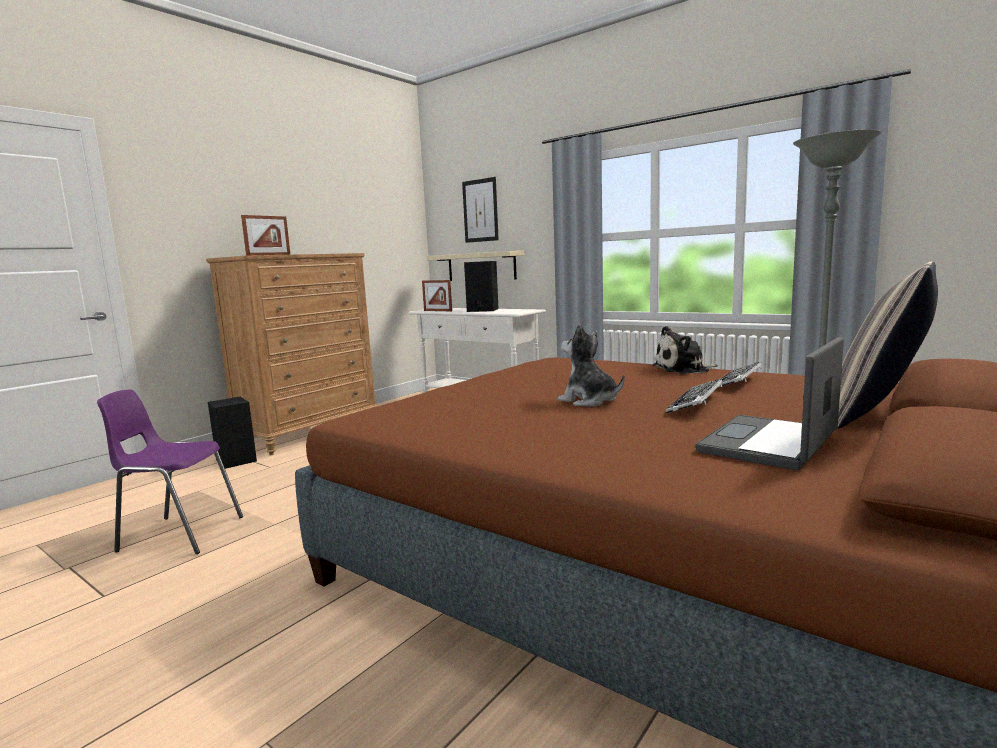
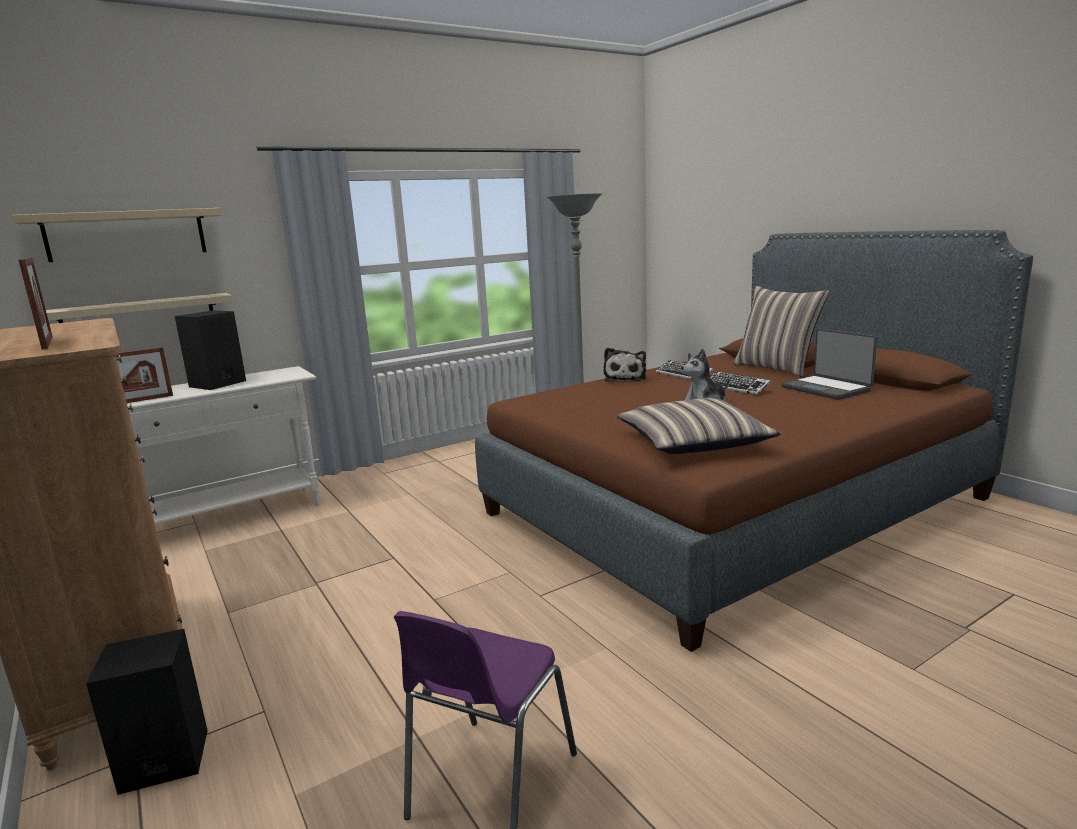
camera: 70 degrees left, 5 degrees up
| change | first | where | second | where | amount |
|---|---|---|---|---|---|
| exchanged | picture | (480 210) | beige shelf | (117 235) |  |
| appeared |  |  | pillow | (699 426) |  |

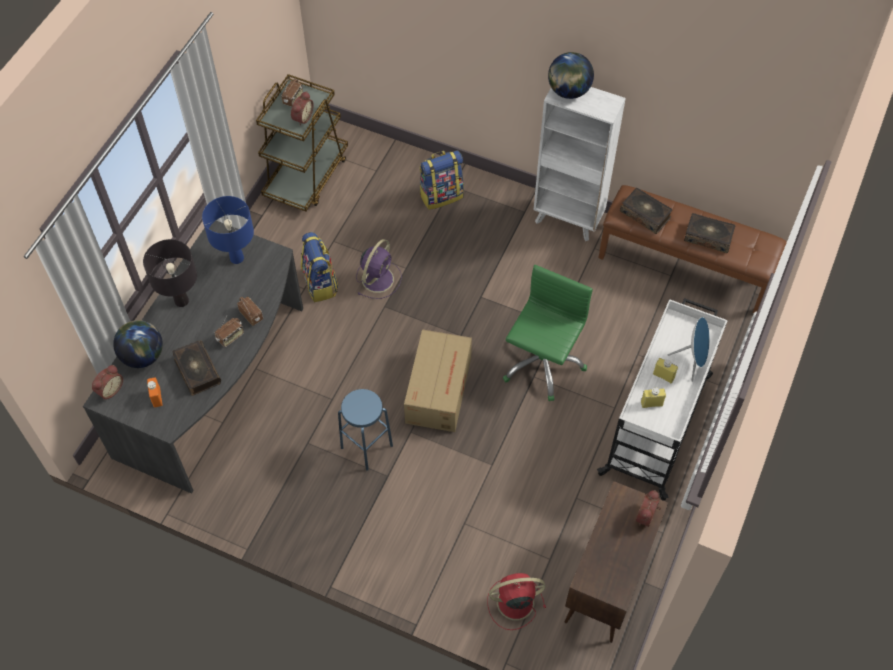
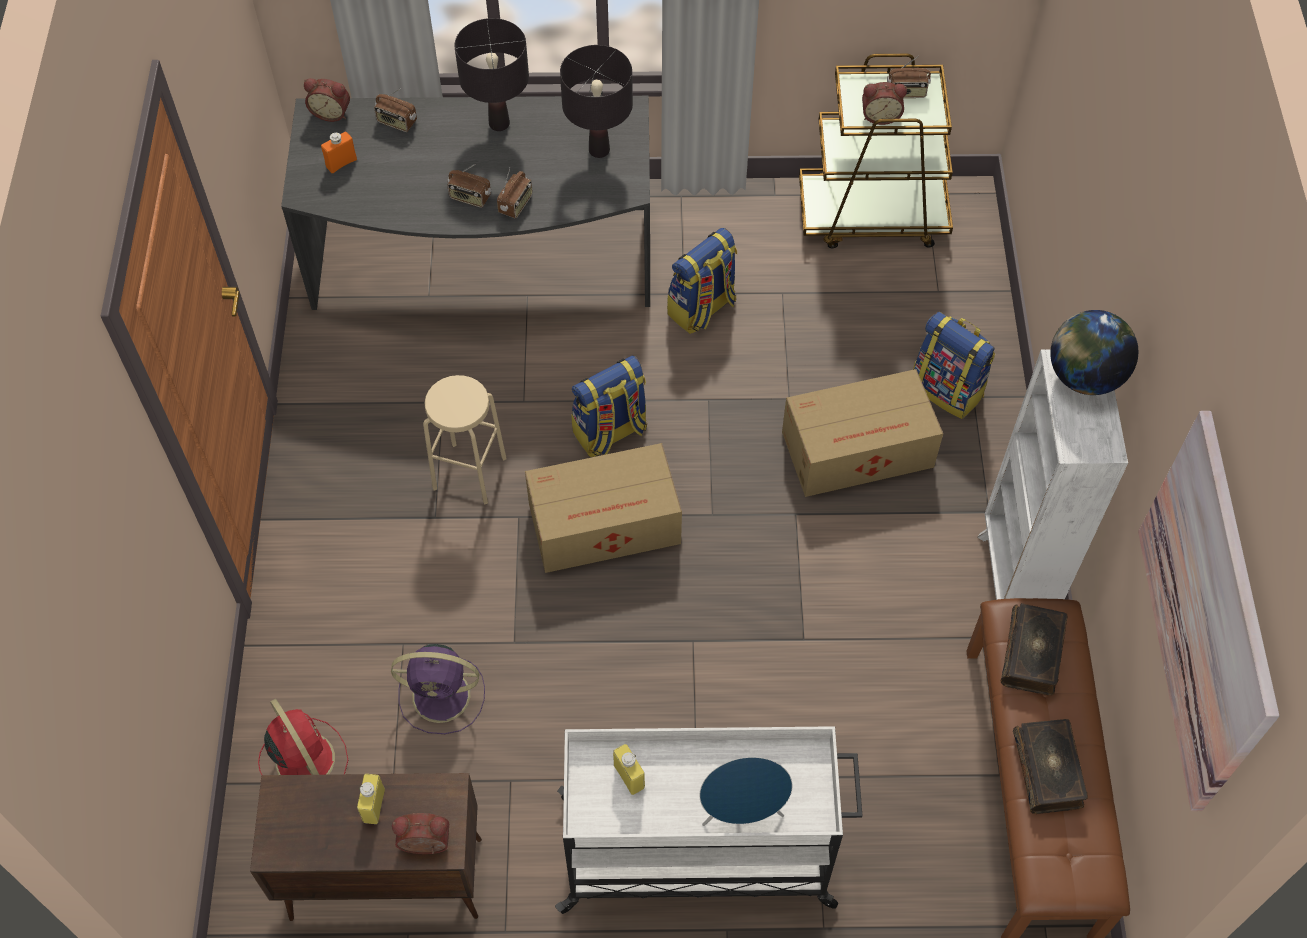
camera: 65 degrees right, 0 degrees up
| change | first | where | second | where | amount |
|---|---|---|---|---|---|
| exchanged | globe | (138 344) | radio | (395 110) |  |
| missing | book | (196 368) |  |  |  |
| colour | blue table lamp | (228 230) | black table lamp | (596 101) |  |
| colour | blue stool | (365 430) | beige stool | (465 439) |  |
| relocated | purple fan | (379 269) |  | (438 689) |  |
| missing | green office chair | (548 333) |  |  |  |
| relocated | yellow bottle | (665 370) |  | (371 799) |  |
| appeared |  |  | backpack | (609 406) |  |
| appeared |  |  | cardboard box | (862 433) |  |
| appeared |  |  | picture | (1208 611) |  |

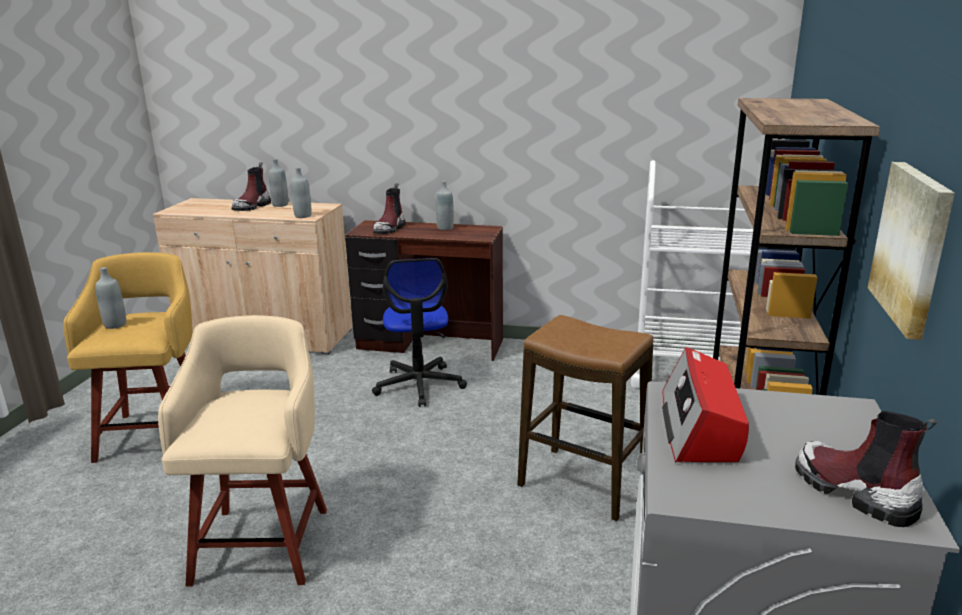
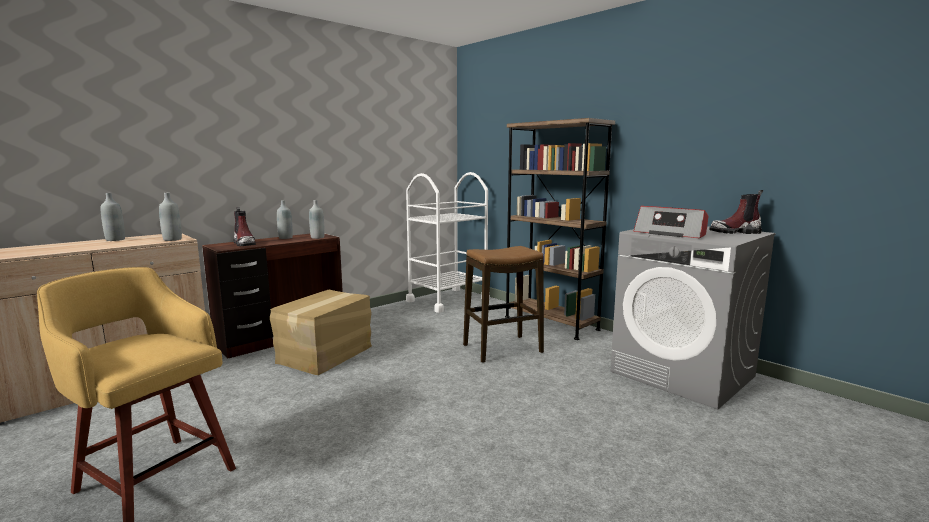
camera: 55 degrees left, 10 degrees down
| change | first | where | second | where | amount |
|---|---|---|---|---|---|
| relocated | grey bottle | (110 298) |  | (317 219) |  |
| missing | beige stool | (242 451) |  |  |  |
| missing | boot | (251 186) |  |  |  |
| exchanged | office chair | (419 332) | cardboard box | (321 332) |  |
| missing | picture | (911 251) |  |  |  |

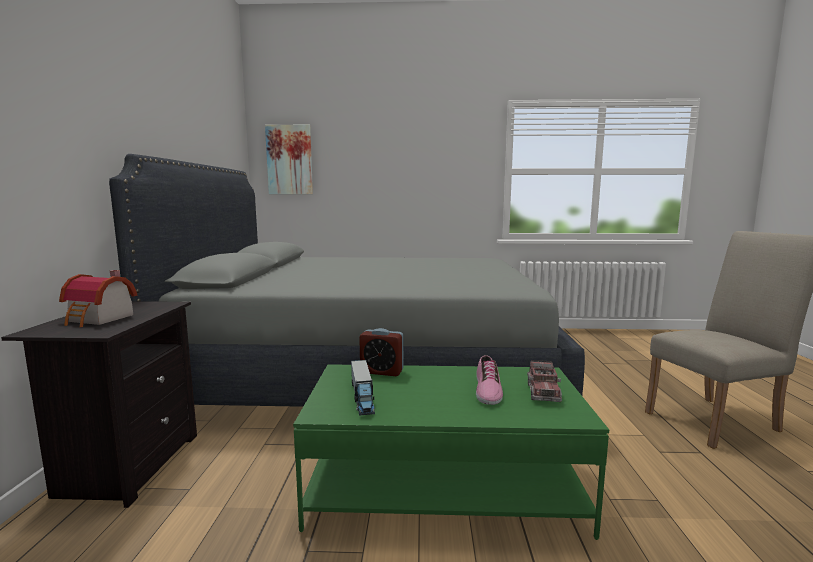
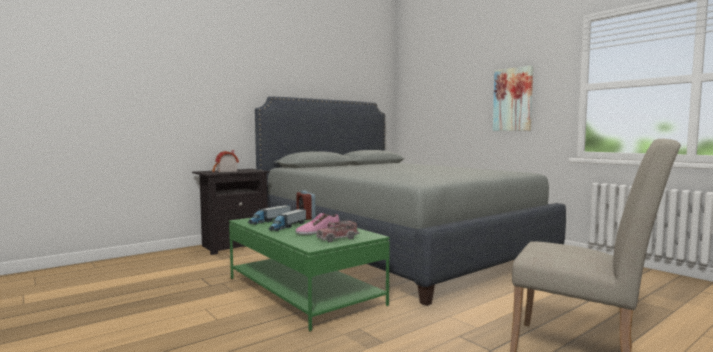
camera: 50 degrees right, 5 degrees down
| change | first | where | second | where | amount |
|---|---|---|---|---|---|
| relocated | picture | (289 159) |  | (513 98) |  |
| appeared |  |  | toy truck | (287 220) |  |

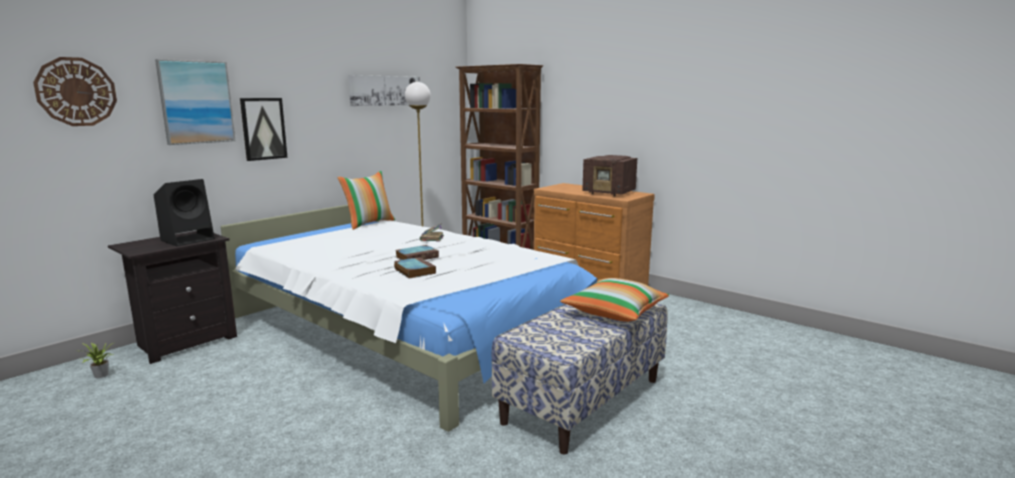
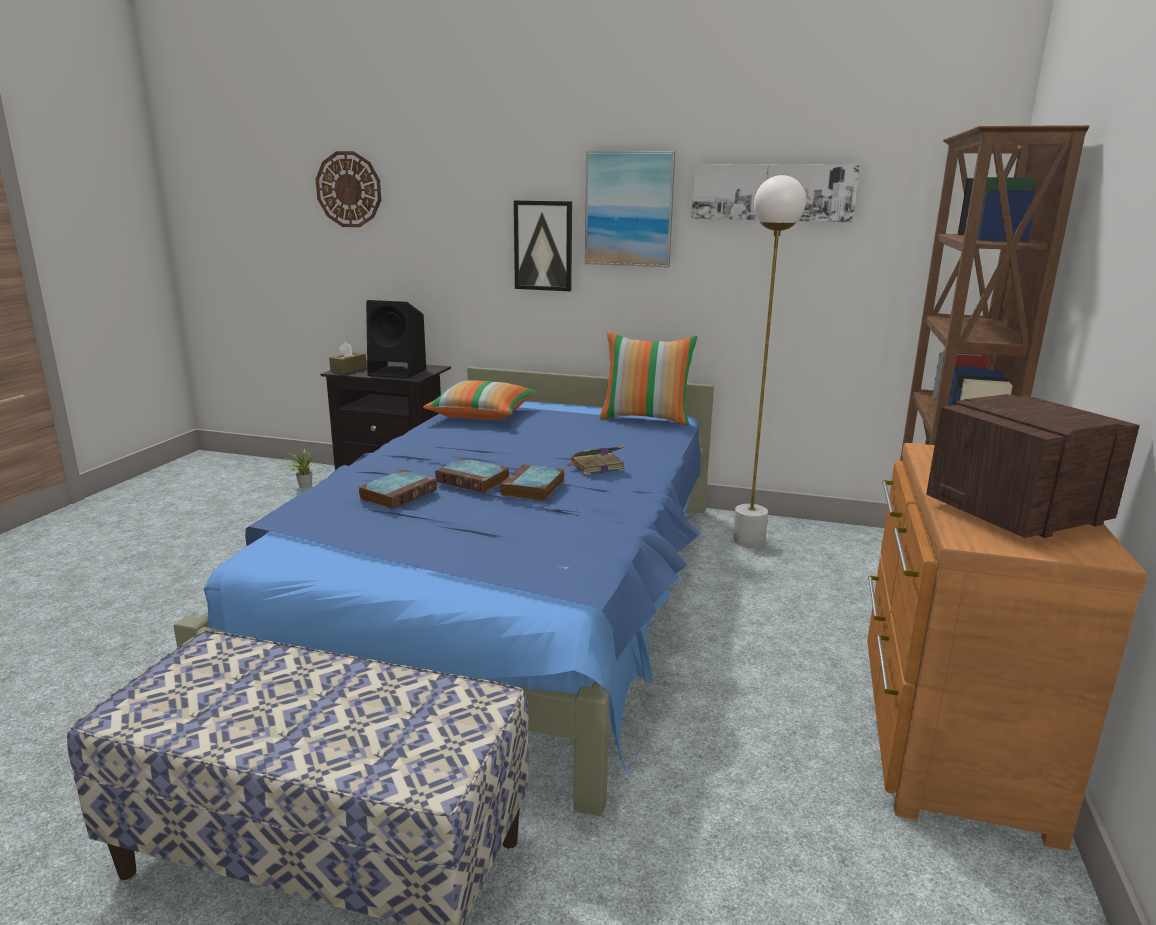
camera: 65 degrees right, 5 degrees up
| change | first | where | second | where | amount |
|---|---|---|---|---|---|
| relocated | picture | (195 102) |  | (630 209) |  |
| colour | white bed | (409 318) | blue bed | (443 591) |  |
| relocated | pillow | (614 300) |  | (479 400) |  |
| spun | radio | (609 176) |  | (1033 466) | 60 degrees clockwise |
| appeared |  |  | brown tissue box | (348 358) |  |
| appeared |  |  | book | (532 482) |  |

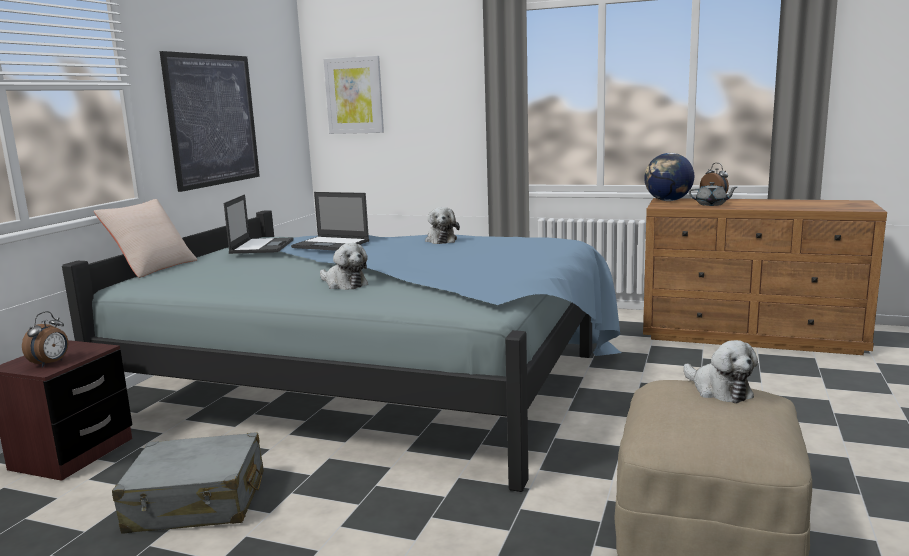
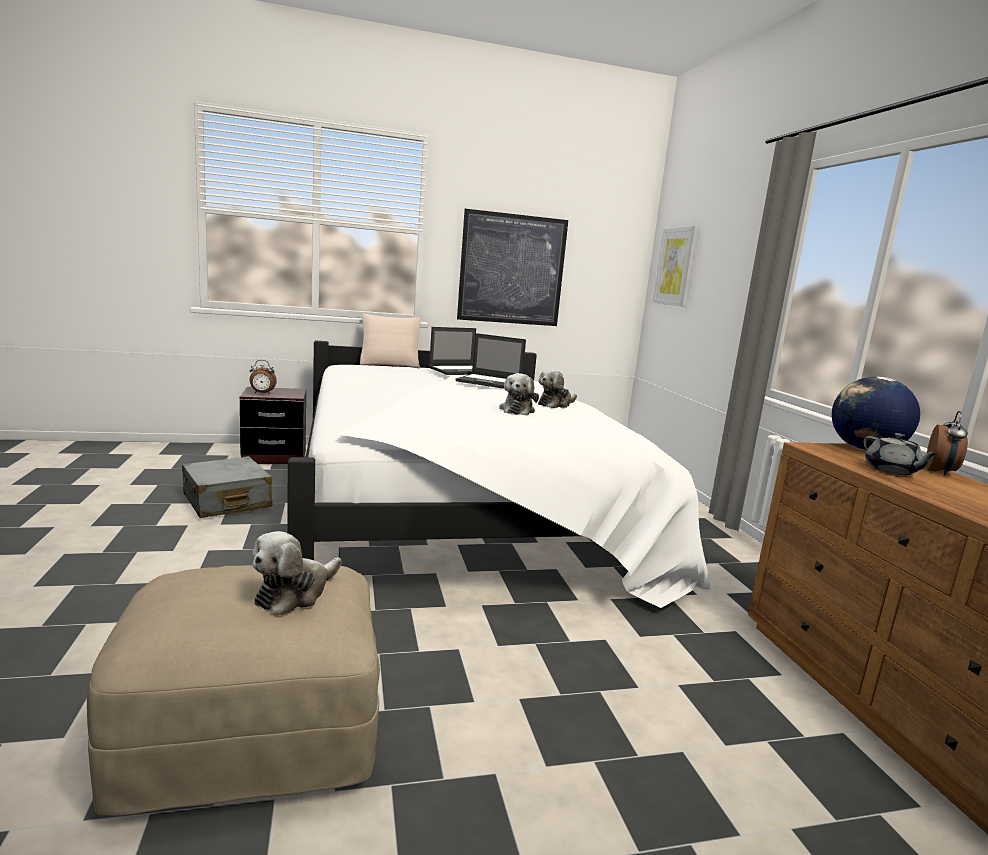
camera: 55 degrees right, 0 degrees up
| change | first | where | second | where | amount |
|---|---|---|---|---|---|
| colour | blue bed | (341 351) | white bed | (498 474) |  |
| spun | laptop | (330 221) |  | (491 361) | 60 degrees counterclockwise |
| relocated | plush toy | (344 266) |  | (519 394) |  |

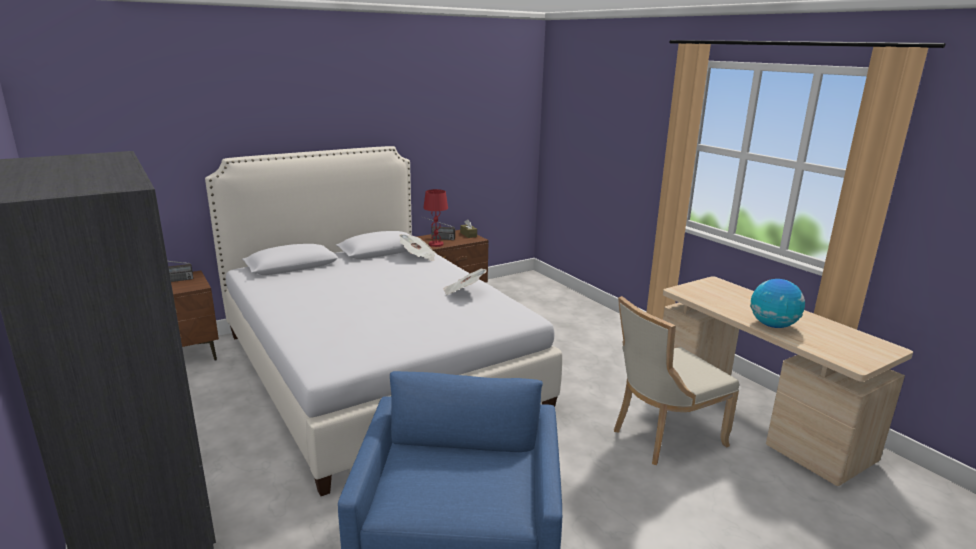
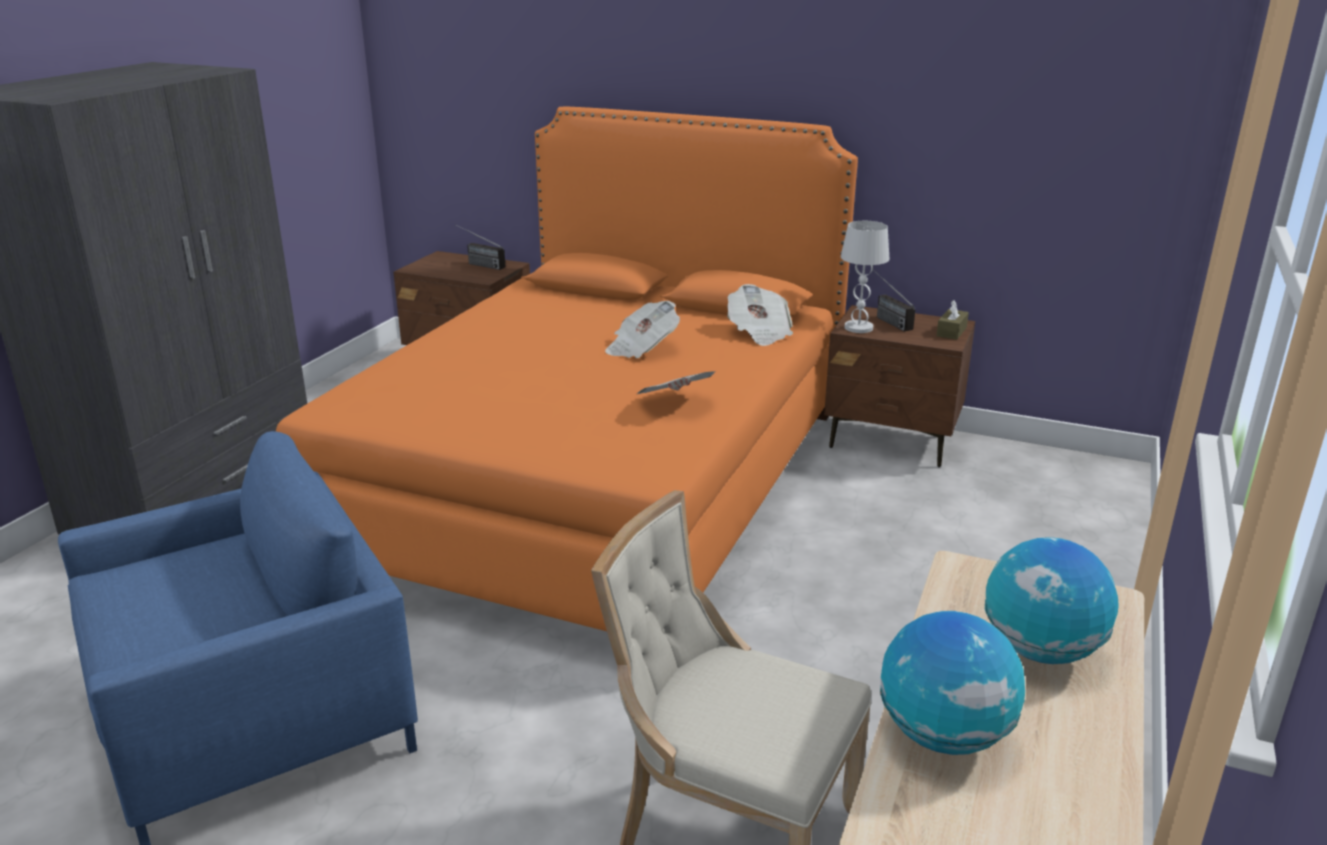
camera: 55 degrees right, 5 degrees up
| change | first | where | second | where | amount |
|---|---|---|---|---|---|
| colour | white bed | (383 321) | orange bed | (567 368) |  |
| colour | red table lamp | (435 218) | white table lamp | (864 277) |  |
| appeared |  |  | newspaper | (642 329) |  |
| appeared |  |  | globe | (1052 600) |  |

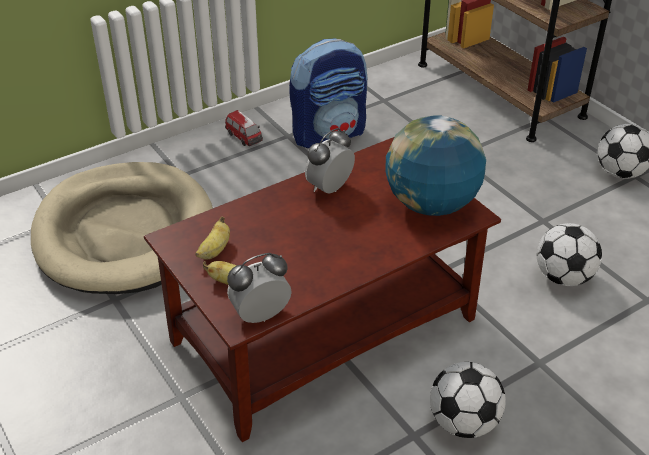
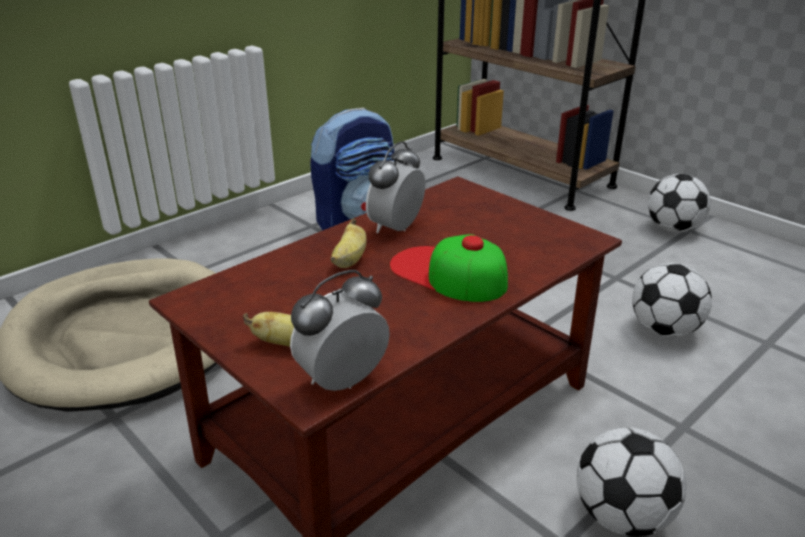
camera: 10 degrees left, 10 degrees down
| change | first | where | second | where | amount |
|---|---|---|---|---|---|
| relocated | banana | (212 237) |  | (348 243) |  |
| missing | toy car | (244 128) |  |  |  |
| missing | globe | (435 165) |  |  |  |
| appeared |  |  | cap | (449 268) |  |

